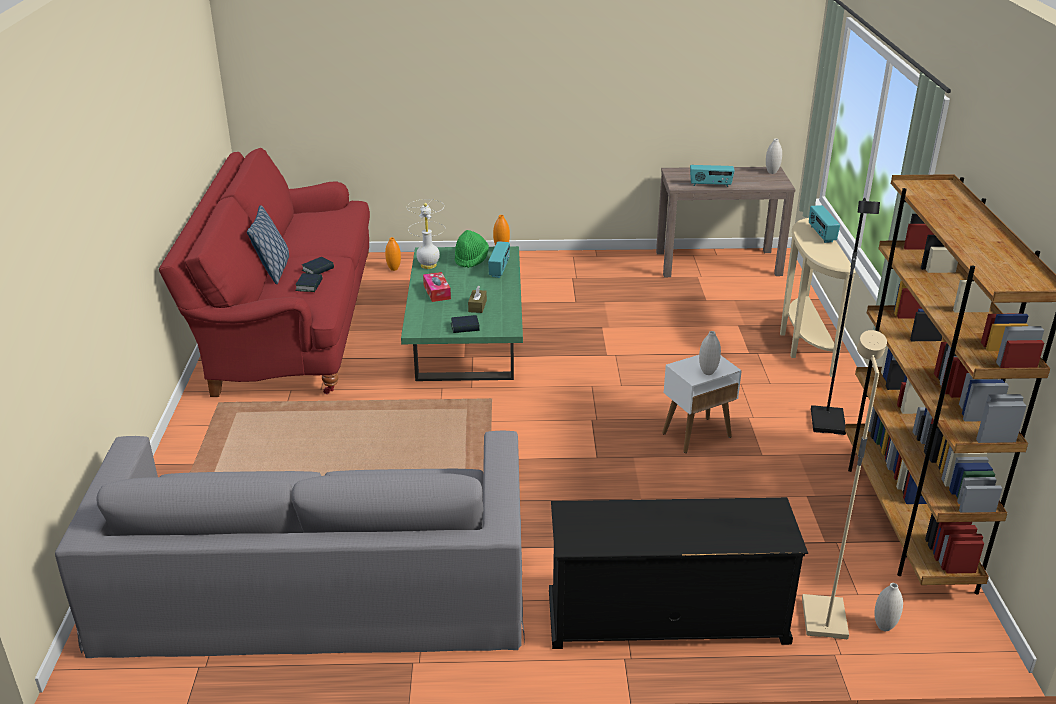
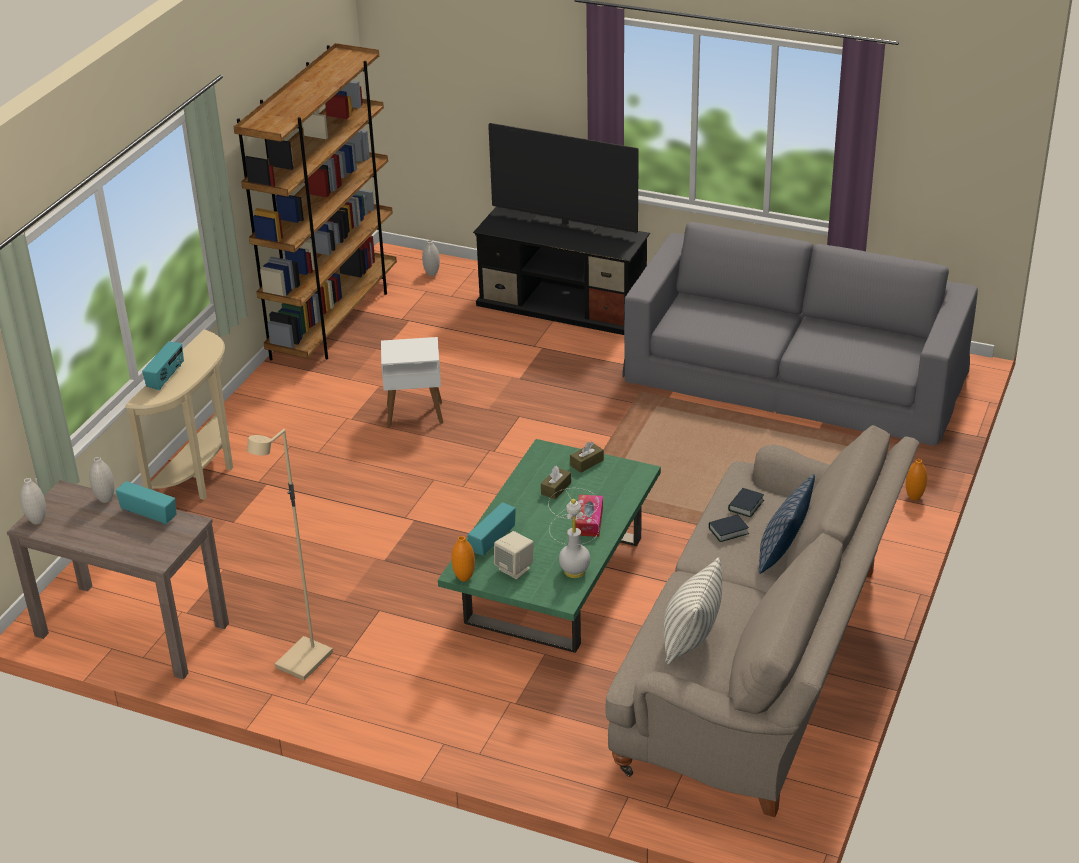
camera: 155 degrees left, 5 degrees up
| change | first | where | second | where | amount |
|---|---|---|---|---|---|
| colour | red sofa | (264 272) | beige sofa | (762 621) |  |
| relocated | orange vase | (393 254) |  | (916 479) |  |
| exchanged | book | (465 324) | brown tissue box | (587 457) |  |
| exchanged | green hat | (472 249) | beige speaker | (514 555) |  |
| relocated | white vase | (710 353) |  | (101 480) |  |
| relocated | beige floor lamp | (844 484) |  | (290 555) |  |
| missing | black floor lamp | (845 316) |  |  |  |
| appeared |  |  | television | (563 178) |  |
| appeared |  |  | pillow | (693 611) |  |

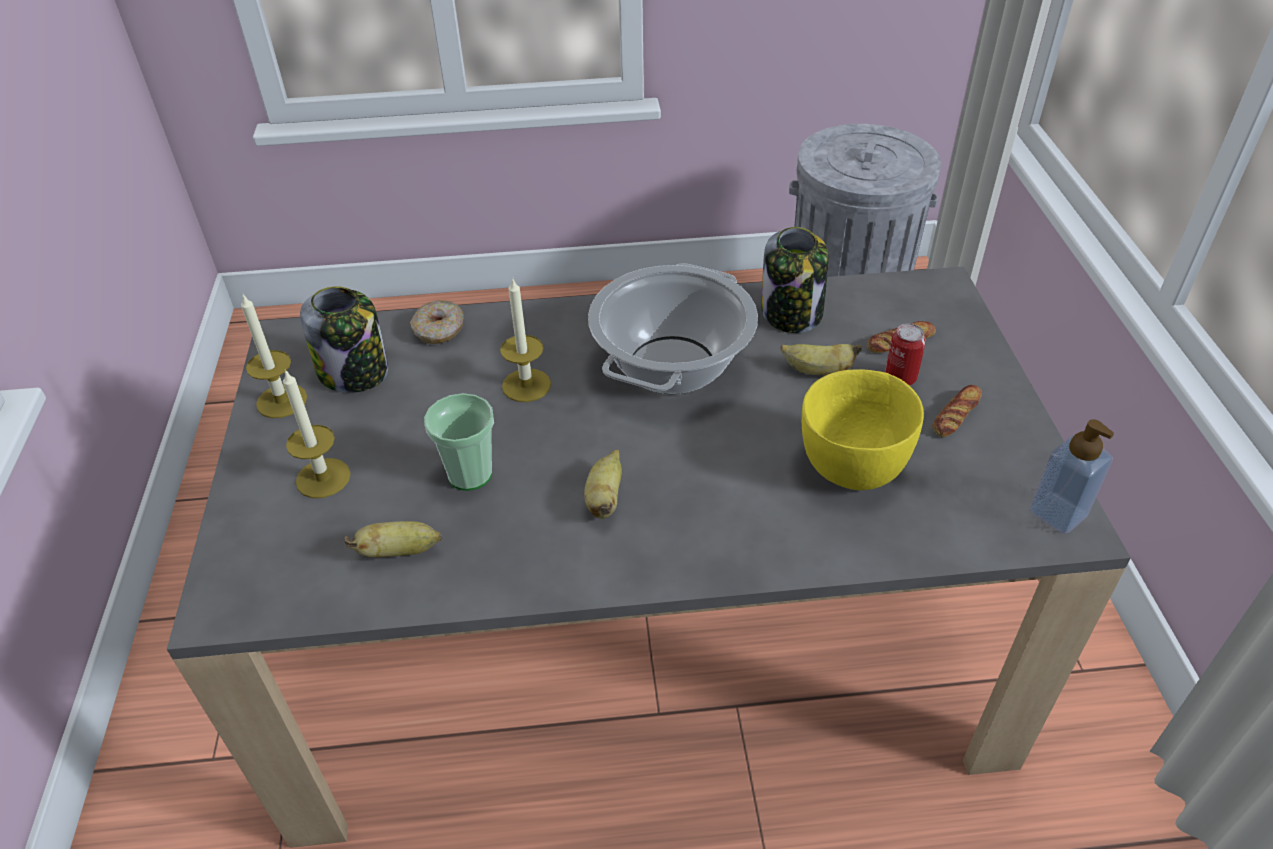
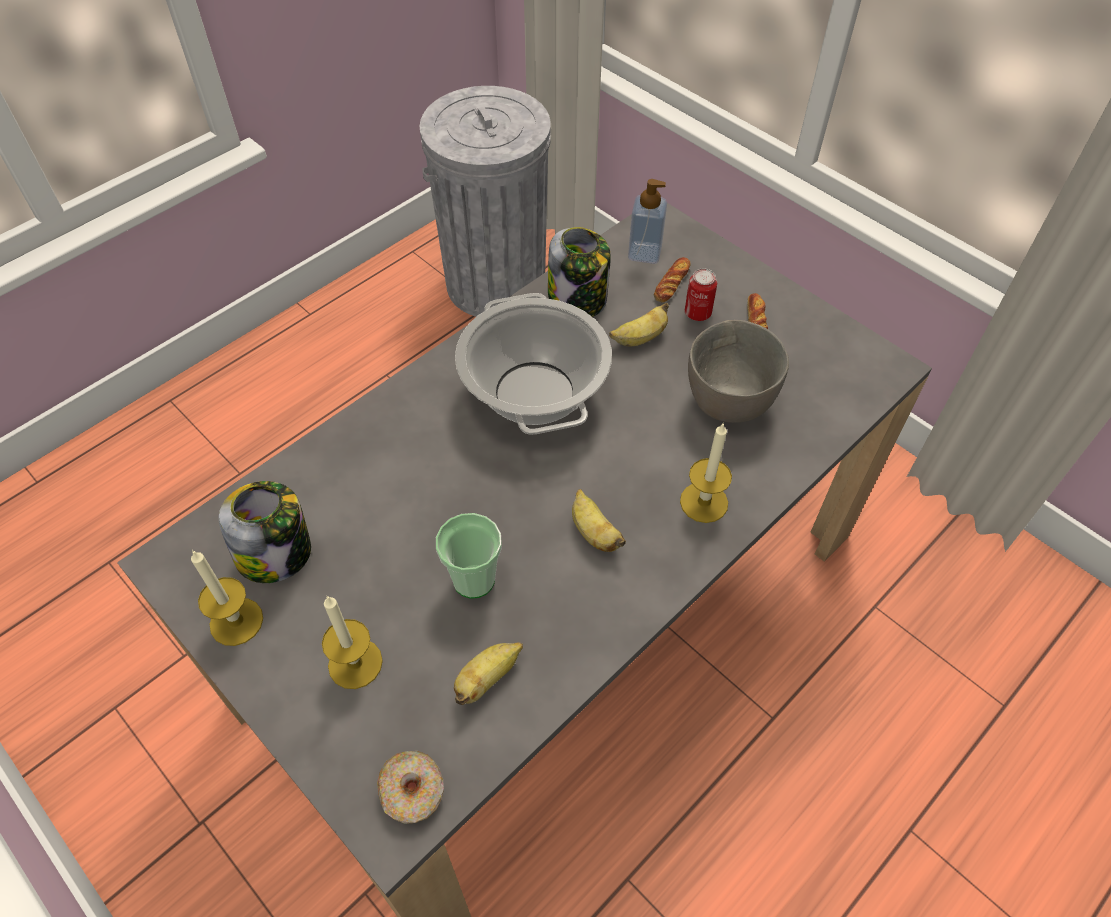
camera: 40 degrees left, 10 degrees up
| change | first | where | second | where | amount |
|---|---|---|---|---|---|
| relocated | donut | (437 322) |  | (410 787) |  |
| relocated | candle | (525 339) |  | (706 472) |  |
| colour | yellow bowl | (863 429) | grey bowl | (738 371) |  |
| relocated | soap dispenser | (1071 476) |  | (647 221) |  |

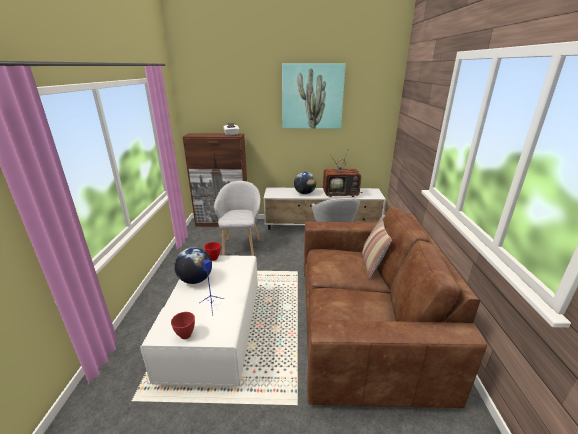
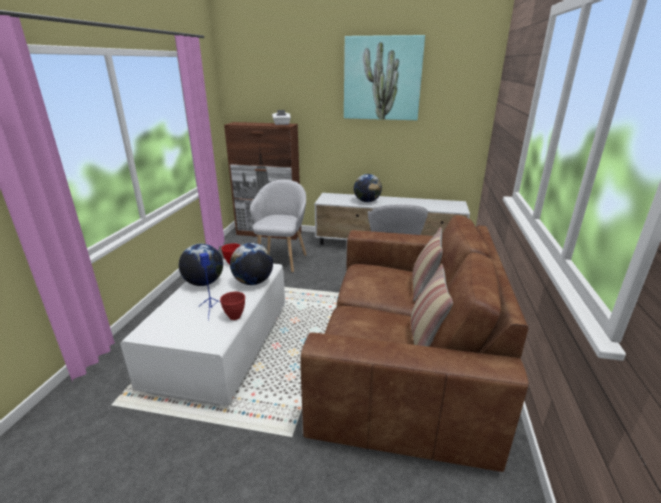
camera: 10 degrees right, 0 degrees up
| change | first | where | second | where | amount |
|---|---|---|---|---|---|
| relocated | red bowl | (183 325) |  | (232 306) |  |
| missing | television | (343 174) |  |  |  |
| appeared |  |  | globe | (251 264) |  |
| appeared |  |  | pillow | (432 305) |  |

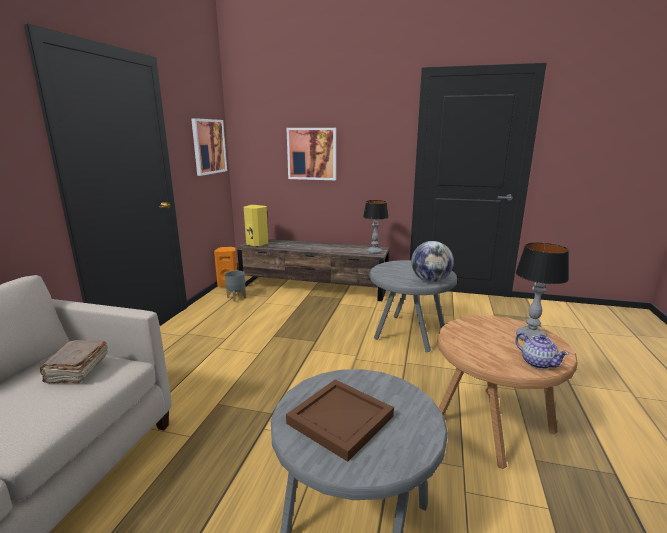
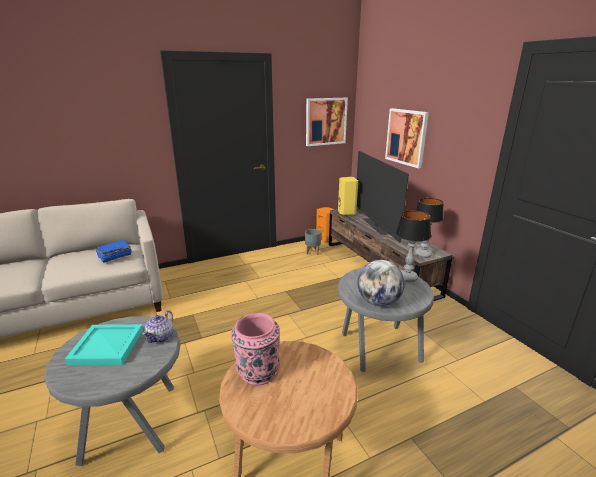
camera: 50 degrees right, 5 degrees up
| change | first | where | second | where | amount |
|---|---|---|---|---|---|
| colour | brown book | (74 362) | blue book | (114 251) |  |
| colour | brown tray | (340 420) | turquoise tray | (104 344) |  |
| relocated | table lamp | (542 291) |  | (413 246) |  |
| relocated | teapot | (542 351) |  | (157 326) |  |
| appeared |  |  | pink vase | (255 349) |  |
| appeared |  |  | television | (383 196) |  |

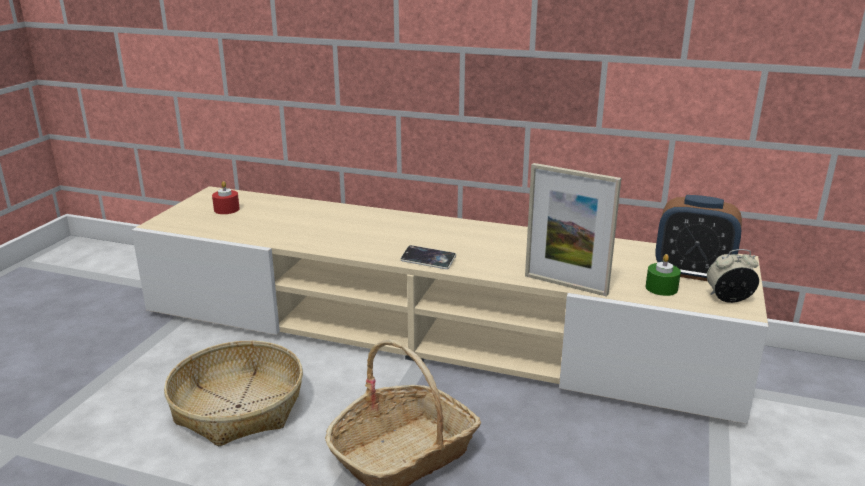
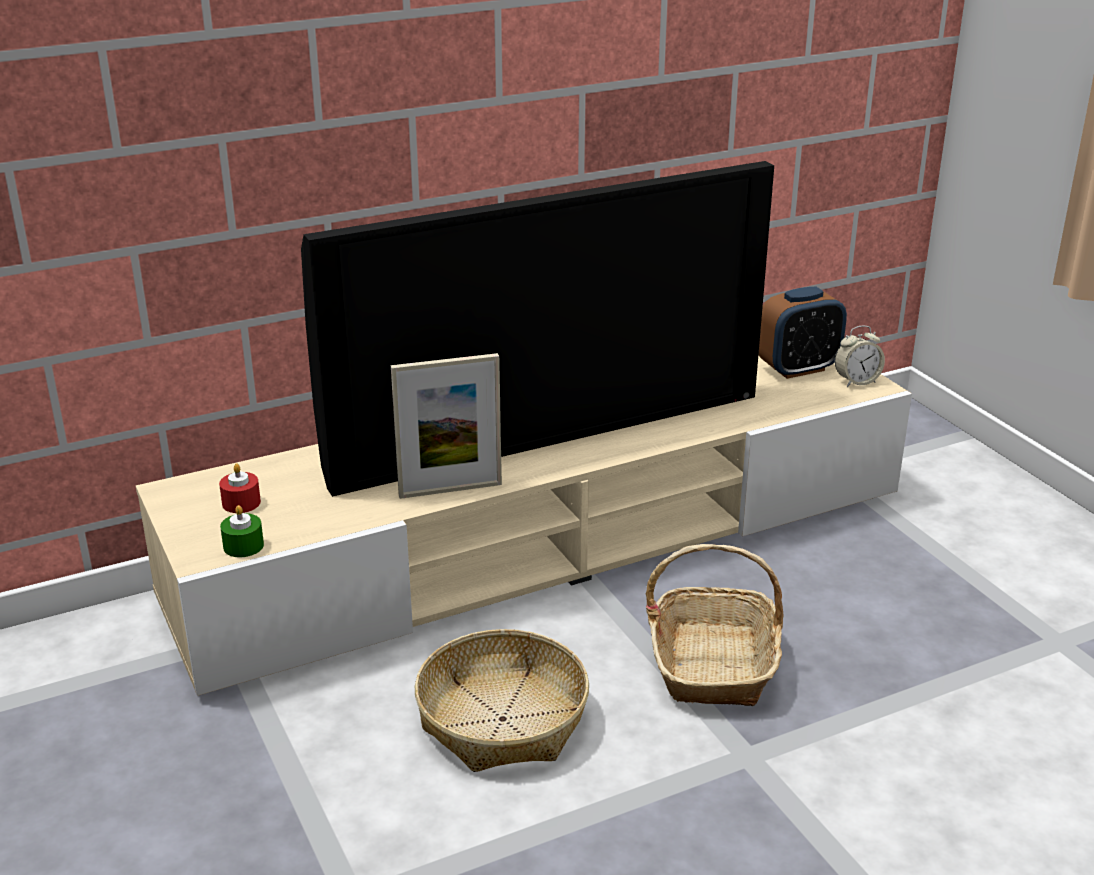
camera: 45 degrees left, 5 degrees up
| change | first | where | second | where | amount |
|---|---|---|---|---|---|
| missing | phone | (428 257) |  |  |  |
| relocated | picture frame | (573 230) |  | (446 426) |  |
| relocated | green candle | (663 275) |  | (242 531) |  |
| spun | alarm clock | (733 276) |  | (860 356) | 150 degrees counterclockwise |
| appeared |  |  | television | (537 329) |  |

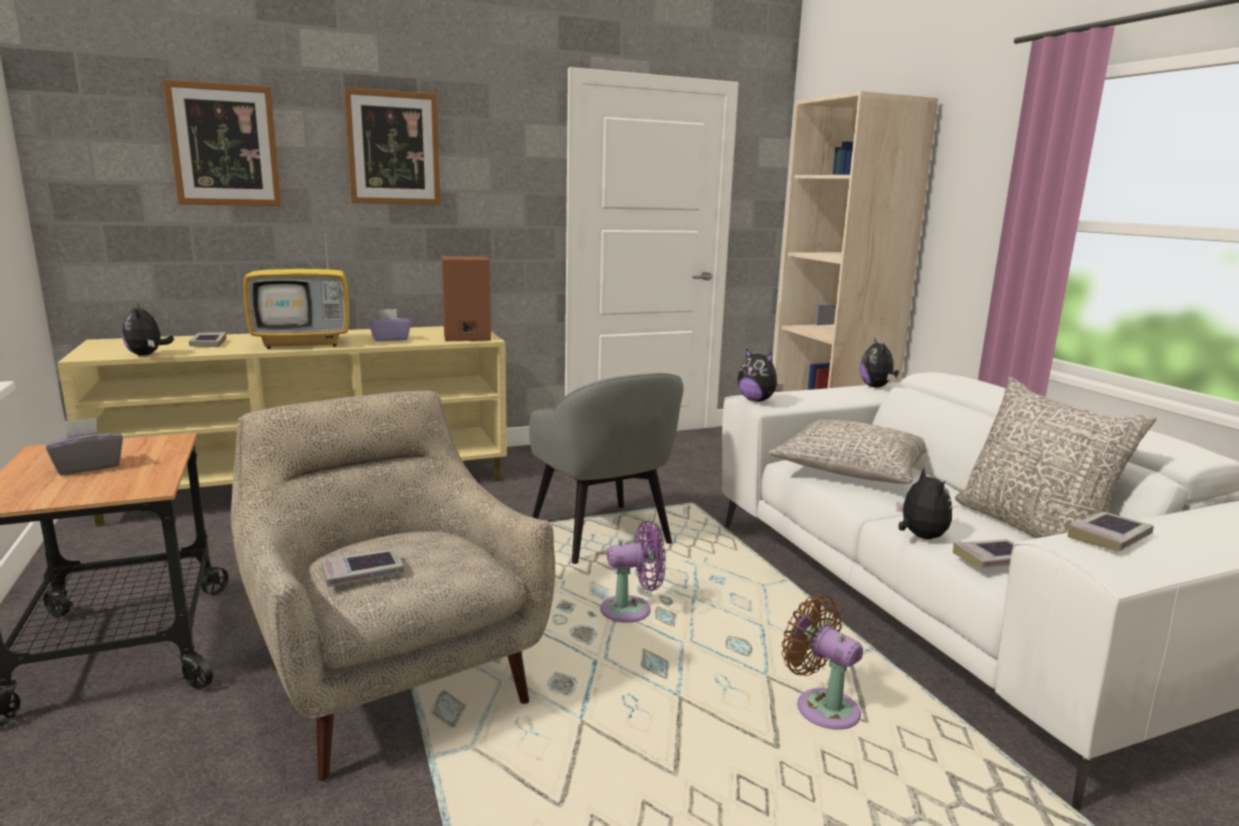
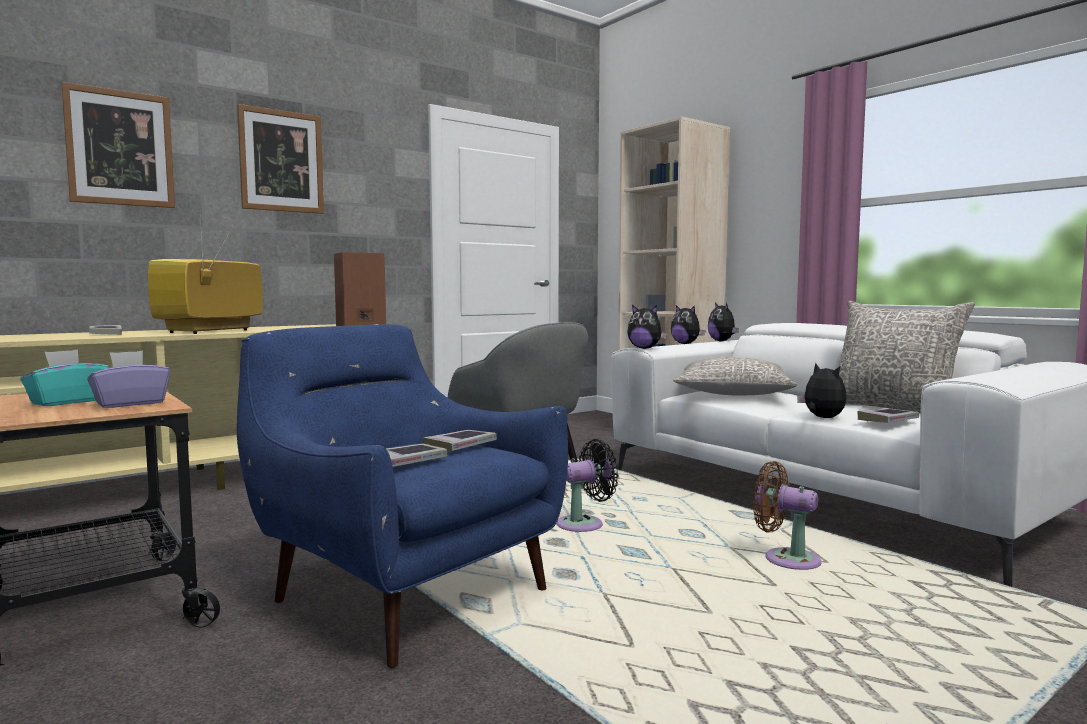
camera: 15 degrees left, 10 degrees down
| change | first | where | second | where | amount |
|---|---|---|---|---|---|
| colour | grey tissue box | (84 446) | turquoise tissue box | (64 377) |  |
| relocated | plush toy | (148 329) |  | (688 324) |  |
| colour | beige armchair | (393 586) | blue armchair | (402 496) |  |
| spun | television | (296 285) |  | (205 274) | 150 degrees clockwise |
| relocated | purple tissue box | (389 325) |  | (128 379) |  |
| colour | purple fan | (632 572) | black fan | (588 485) |  |
| relocated | book | (1110 531) |  | (460 440) |  |

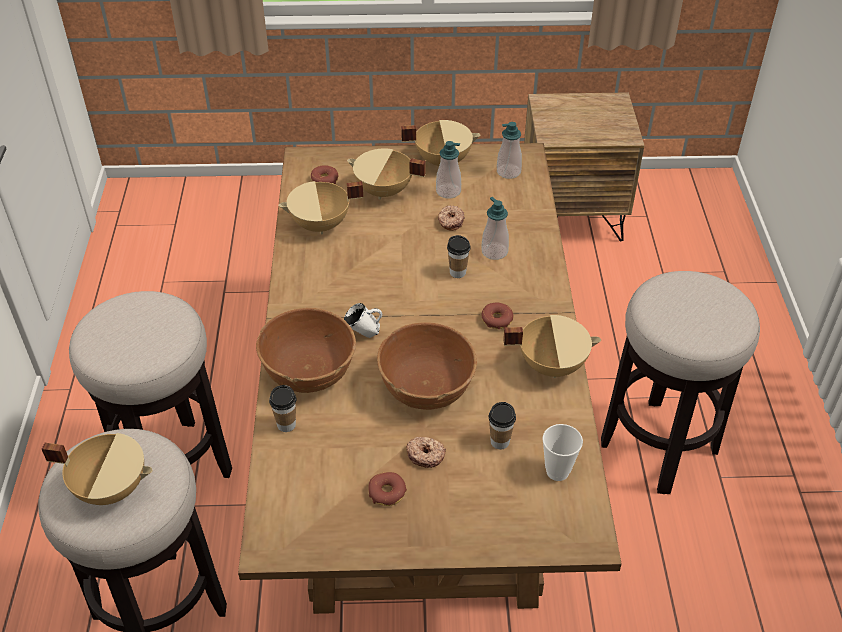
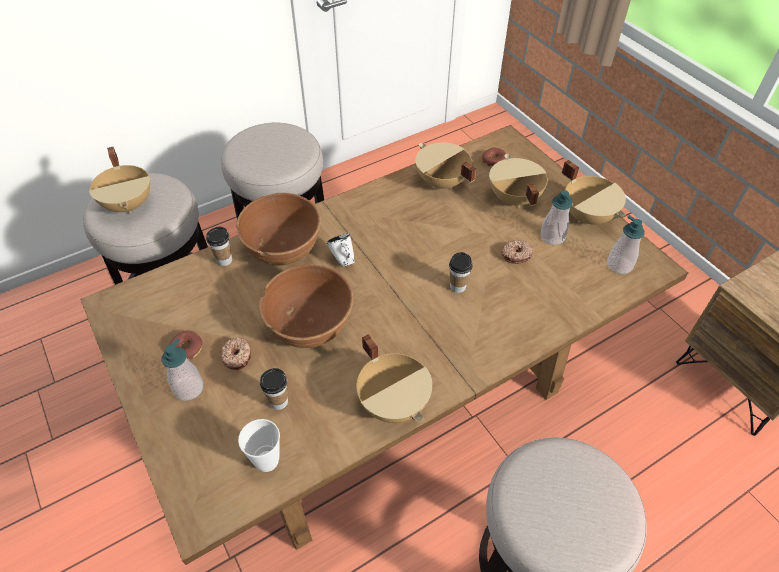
camera: 60 degrees right, 5 degrees up
| change | first | where | second | where | amount |
|---|---|---|---|---|---|
| relocated | soap dispenser | (495 228) |  | (182 369) |  |
| missing | donut | (497 315) |  |  |  |

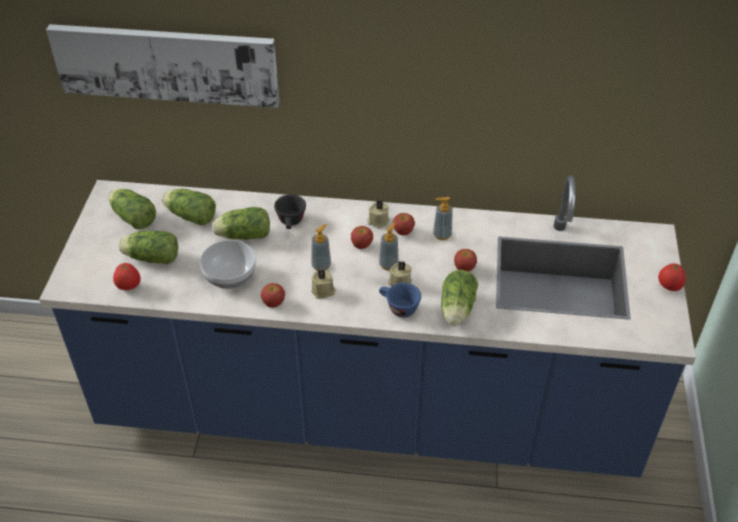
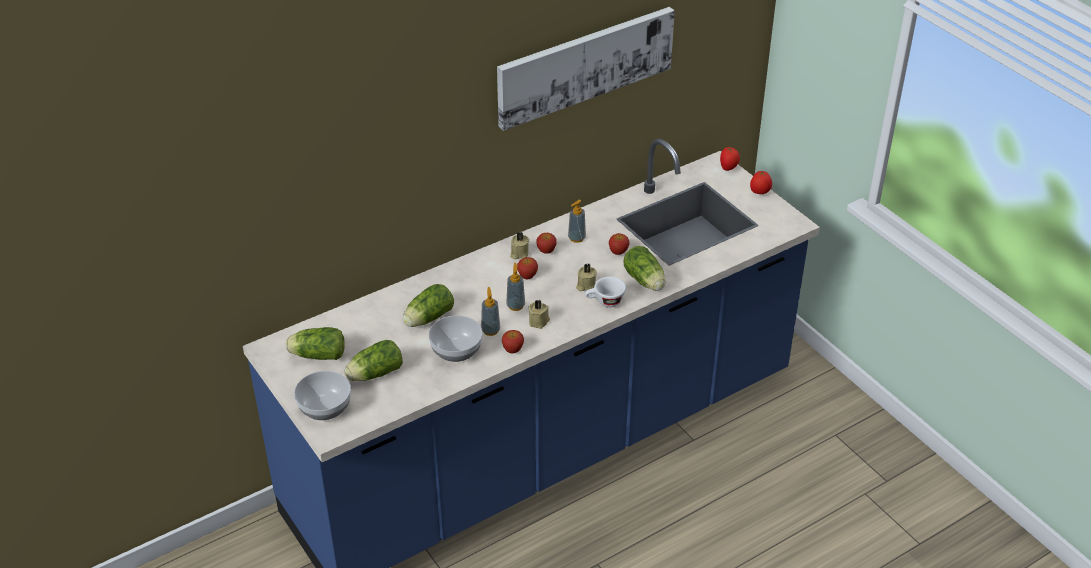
camera: 40 degrees left, 5 degrees down
| change | first | where | second | where | amount |
|---|---|---|---|---|---|
| relocated | picture | (163 66) |  | (586 69) |  |
| relocated | tomato | (127 276) |  | (730 159) |  |
| missing | lettuce | (189 207) |  |  |  |
| missing | black cup | (290 211) |  |  |  |
| relocated | soap dispenser | (389 246) |  | (490 311) |  |
| colour | blue cup | (400 300) | white cup | (605 292) |  |
| appeared |  |  | bowl | (322 395) |  |

